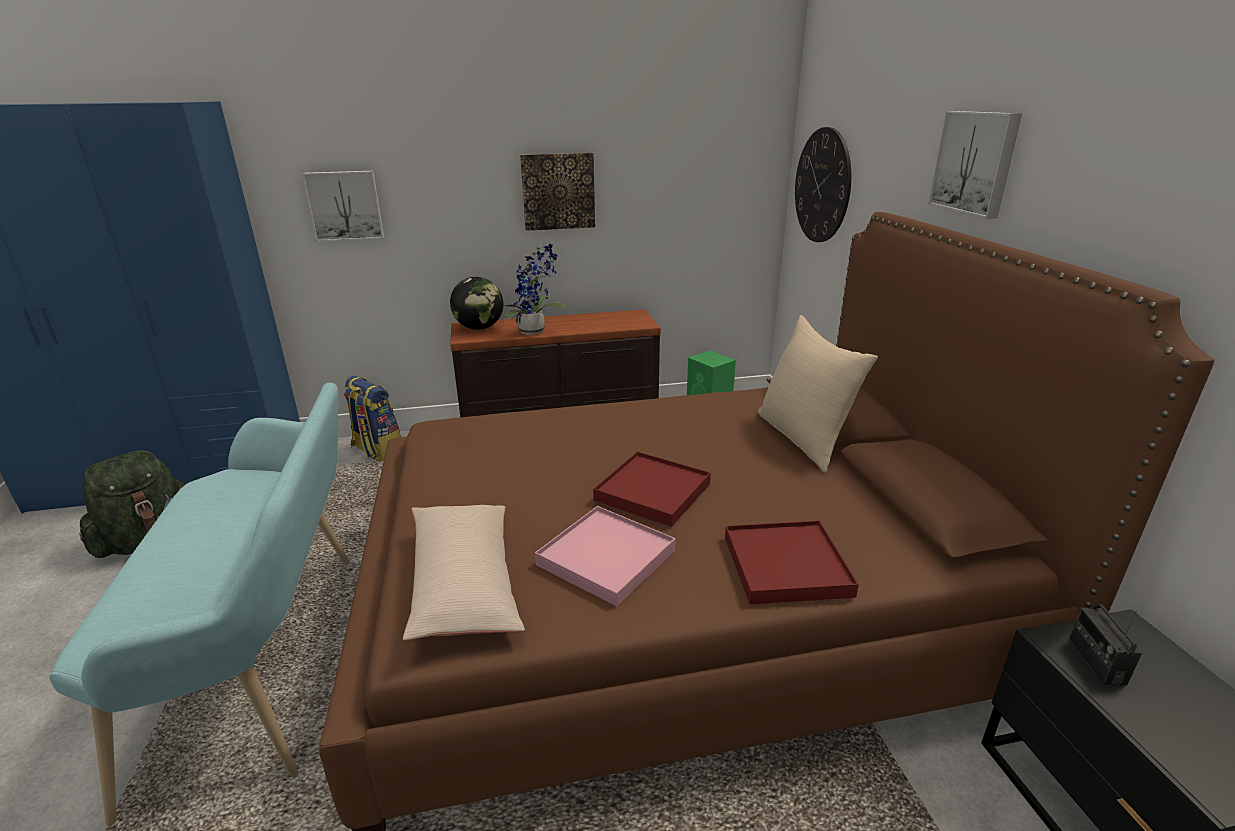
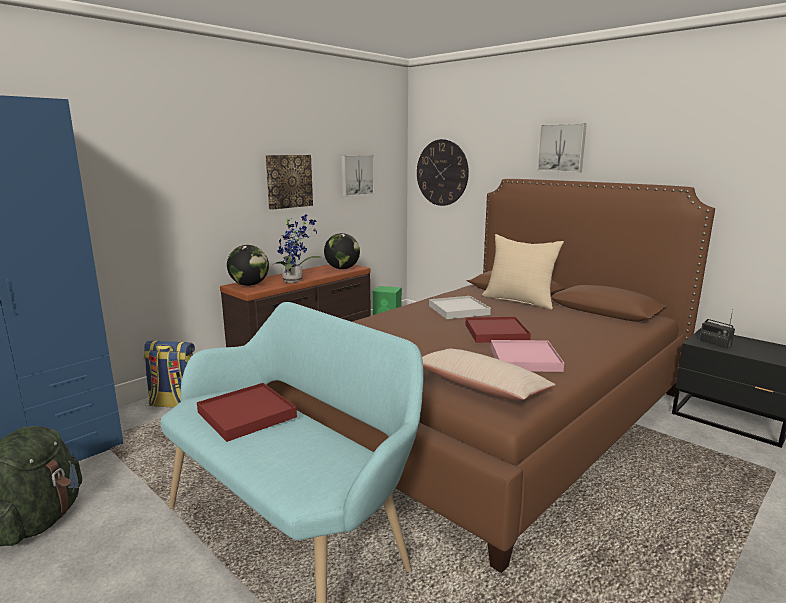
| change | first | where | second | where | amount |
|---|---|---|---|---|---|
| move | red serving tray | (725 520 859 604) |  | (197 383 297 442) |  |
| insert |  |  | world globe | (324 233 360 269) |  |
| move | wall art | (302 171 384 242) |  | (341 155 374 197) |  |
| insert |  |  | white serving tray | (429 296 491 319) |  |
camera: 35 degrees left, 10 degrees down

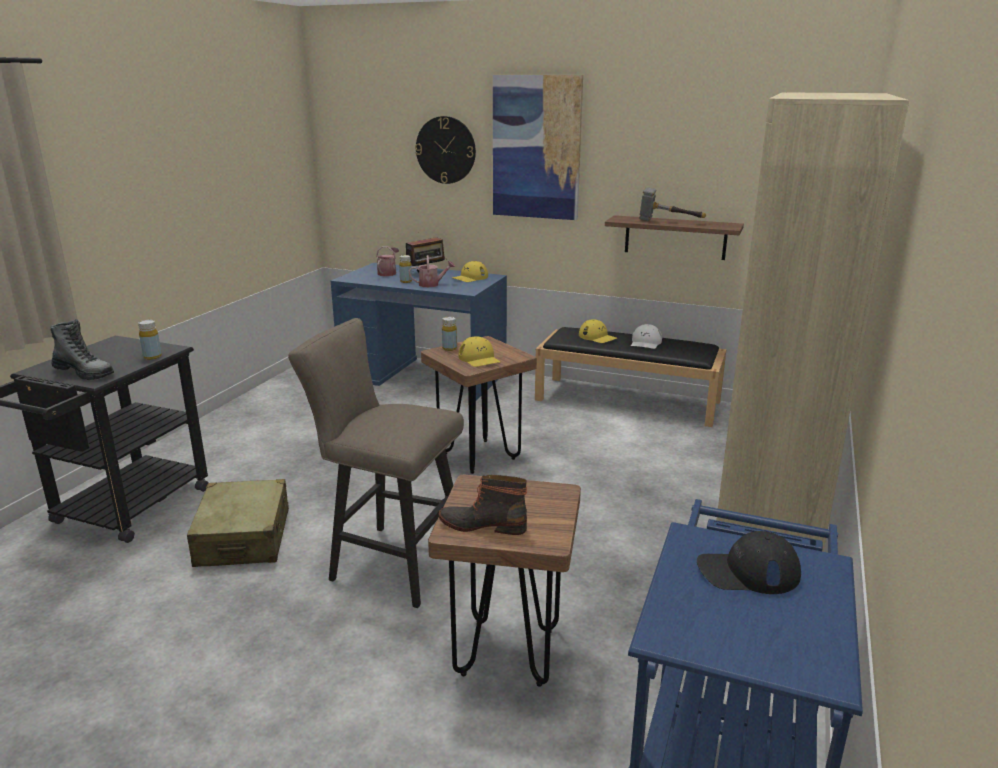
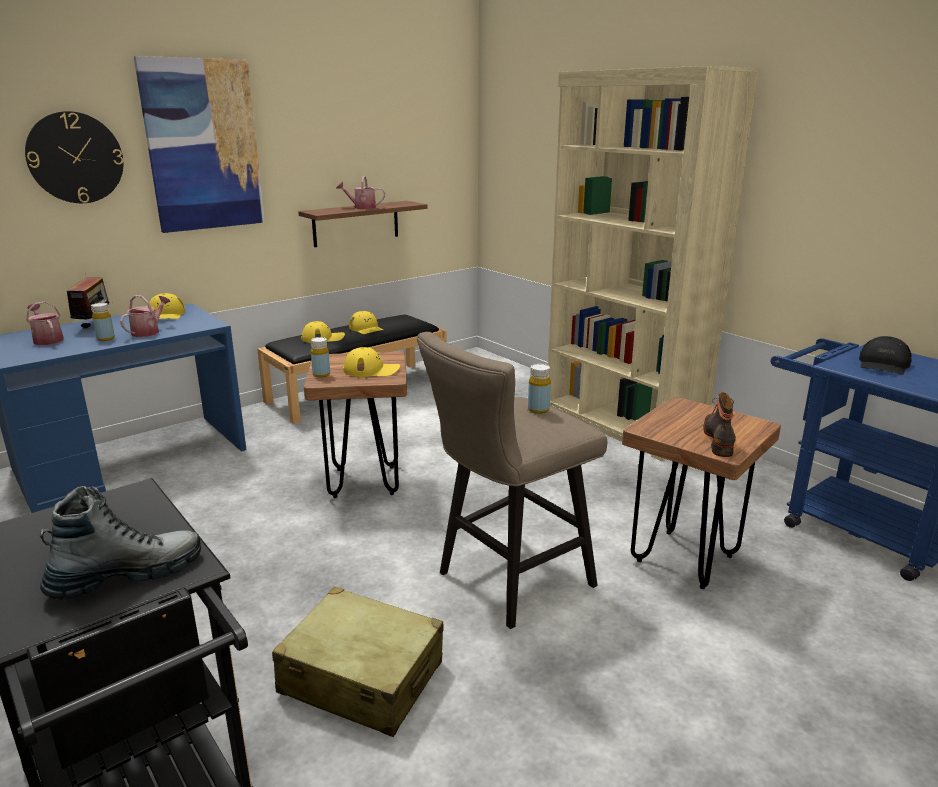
| change | first | where | second | where | amount |
|---|---|---|---|---|---|
| replace | hand hammer | (639 187 706 221) | sprinkling can | (336 176 385 209) |  |
| recolor | white cap | (631 324 662 349) | yellow-coloured cap | (349 311 384 334) |  |
| move | yellow-coloured beverage bottle | (138 320 162 360) |  | (528 364 551 414) |  |
| rotate | boot | (439 475 527 535) |  | (703 393 736 457) | 150 degrees clockwise |
camera: 60 degrees left, 0 degrees up

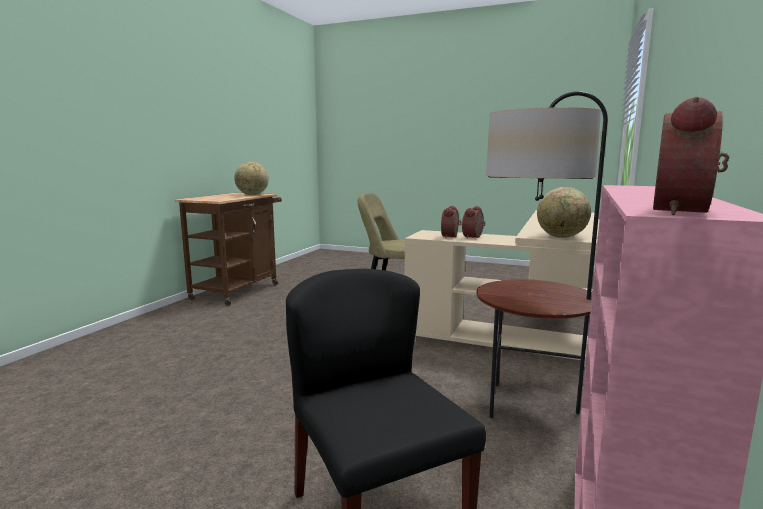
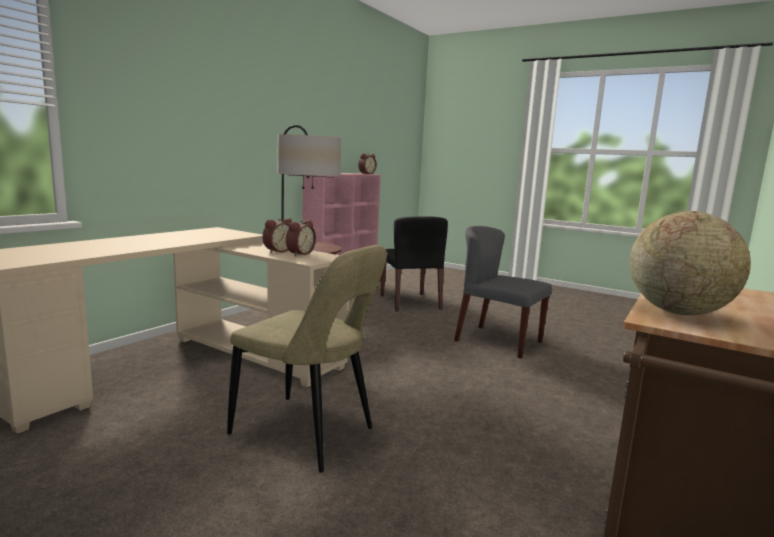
| change | first | where | second | where | amount |
|---|---|---|---|---|---|
| insert |  |  | greyish plain chair | (454 226 552 359) |  |
| delete | world globe | (537 187 591 238) |  |  |  |
camera: 170 degrees left, 0 degrees up

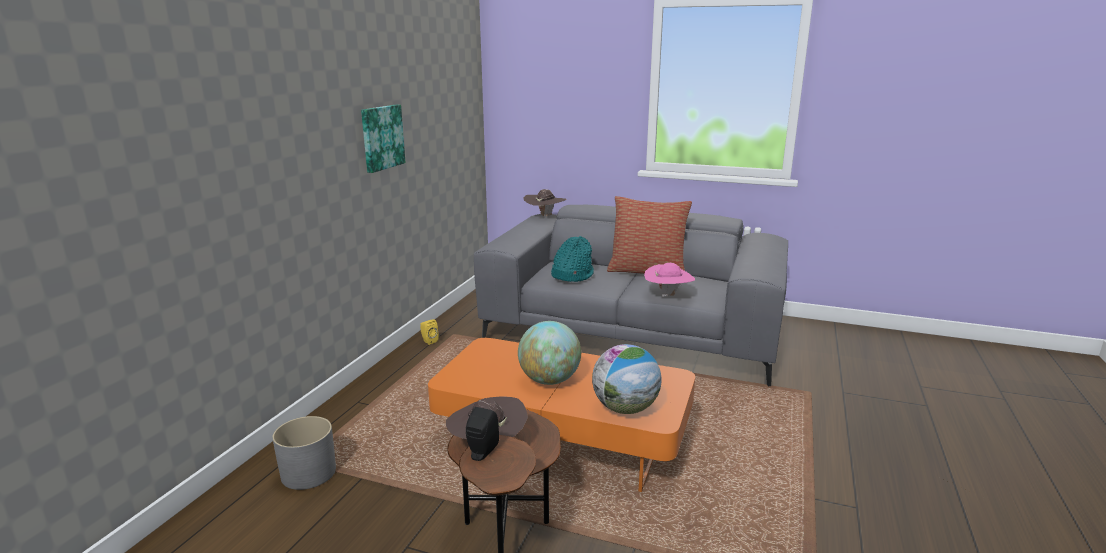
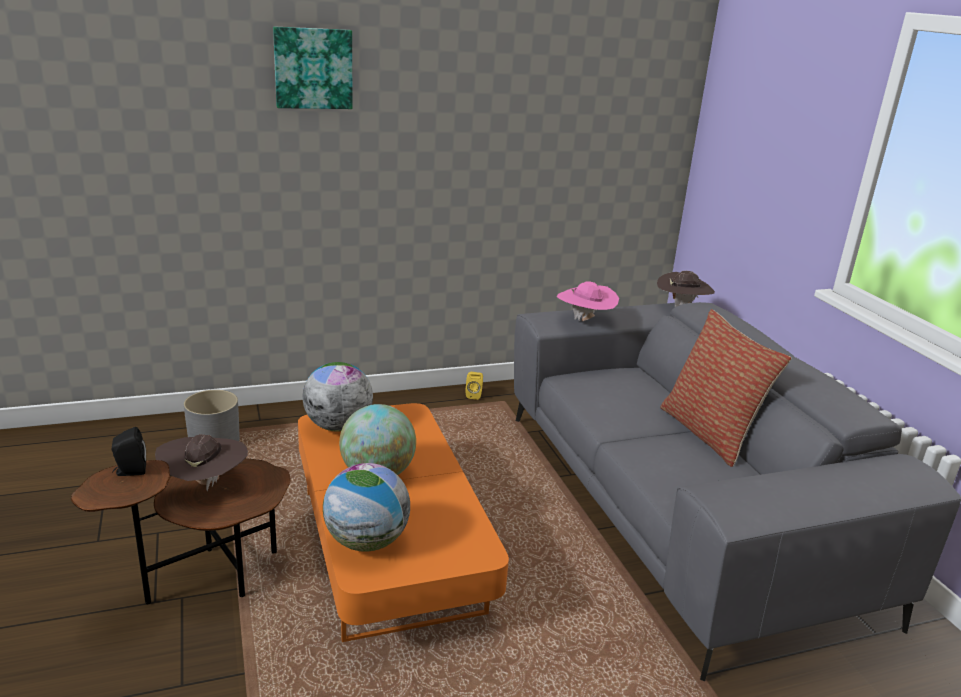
| change | first | where | second | where | amount |
|---|---|---|---|---|---|
| move | wall art | (361 105 406 173) |  | (273 27 352 109) |  |
| insert |  |  | world globe | (302 362 373 431) |  |
| move | pink-coloured hat | (644 263 695 298) |  | (556 281 619 321) |  |
| delete | turquoise-coloured hat | (551 236 594 282) |  |  |  |
camera: 50 degrees right, 5 degrees up

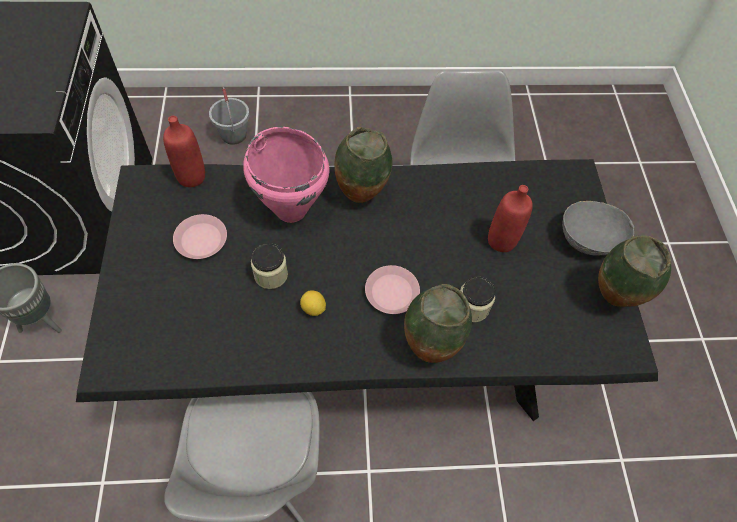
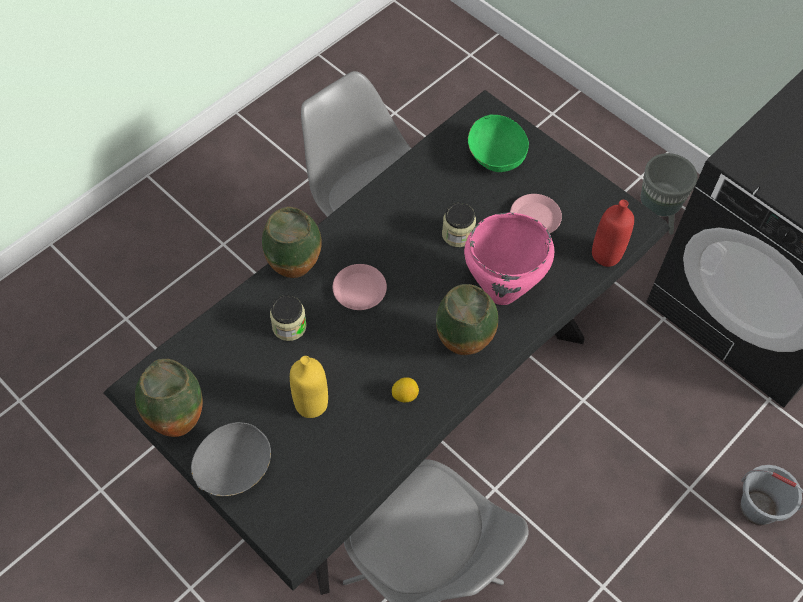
| change | first | where | second | where | amount |
|---|---|---|---|---|---|
| recolor | red beverage bottle | (488 185 533 252) | yellow-coloured beverage bottle | (290 356 328 418) |  |
| move | whole lemon | (300 290 326 316) |  | (392 377 419 402) |  |
| insert |  |  | greenish deep dish | (468 114 529 172) |  |
camera: 140 degrees right, 0 degrees up

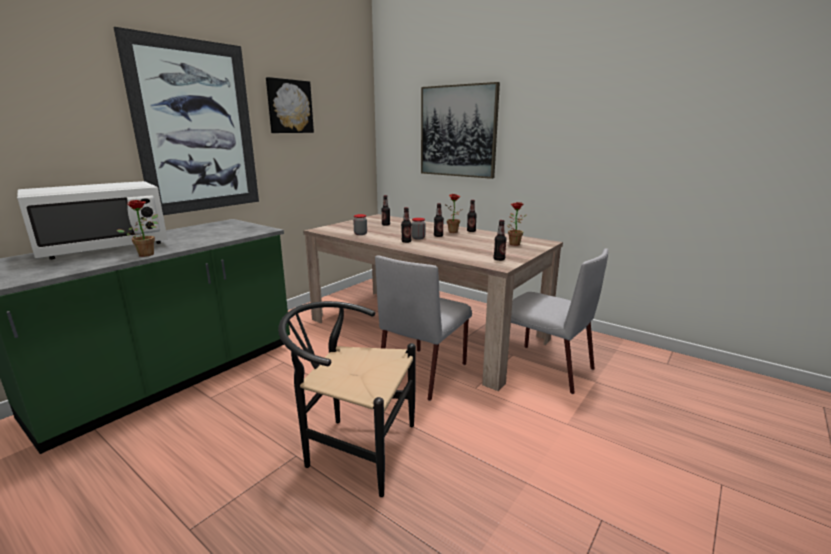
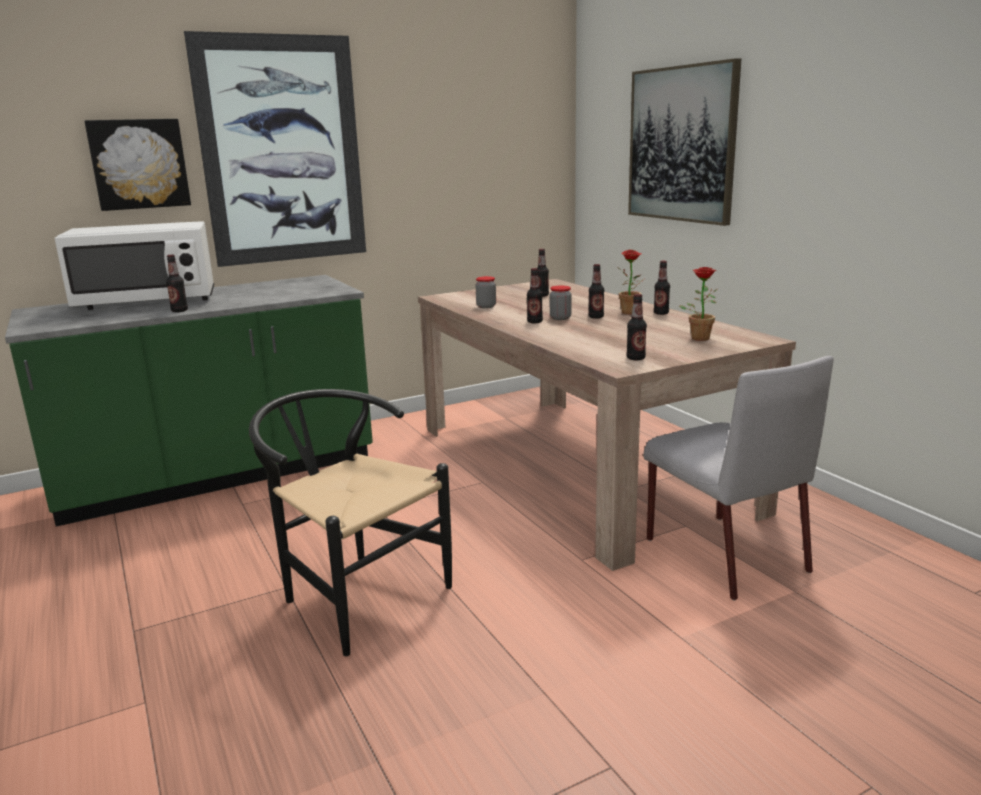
| change | first | where | second | where | amount |
|---|---|---|---|---|---|
| move | wall art | (266 77 314 133) |  | (84 119 191 211) |  |
| replace | plant in a pot | (116 200 158 257) | beverage bottle | (166 255 188 312) |  |
| delete | greyish plain chair | (375 255 472 401) |  |  |  |
camera: 25 degrees right, 0 degrees up

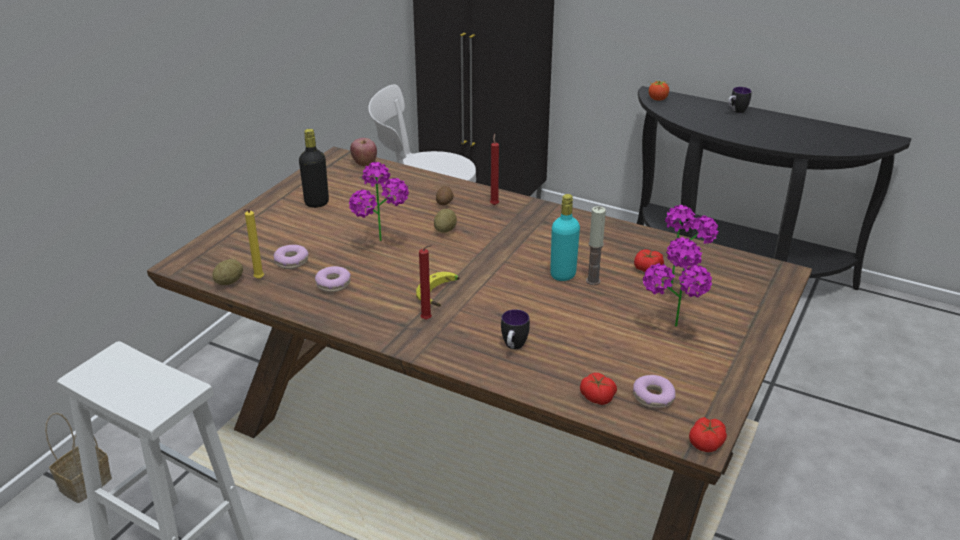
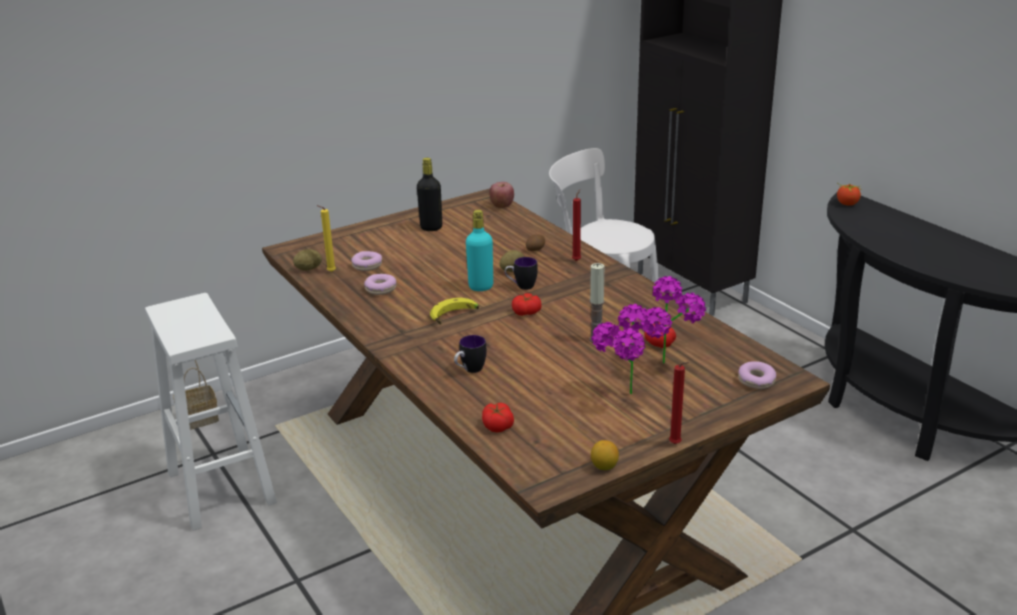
| change | first | where | second | where | amount |
|---|---|---|---|---|---|
| move | turquoise-coloured beverage bottle | (550 194 580 281) |  | (466 210 493 291) |  |
| move | coffee mug | (728 87 752 113) |  | (505 257 538 290) |  |
| move | fresh tomato | (689 417 727 452) |  | (512 293 541 316) |  |
| insert |  |  | whole lemon | (591 440 619 470) |  |
| move | red wax light | (419 245 433 320) |  | (669 362 689 444) |  |
| move | ring doughnut | (633 375 676 408) |  | (738 361 776 389) |  |
| delete | plant in a pot | (349 162 409 241) |  |  |  |
camera: 30 degrees right, 5 degrees down

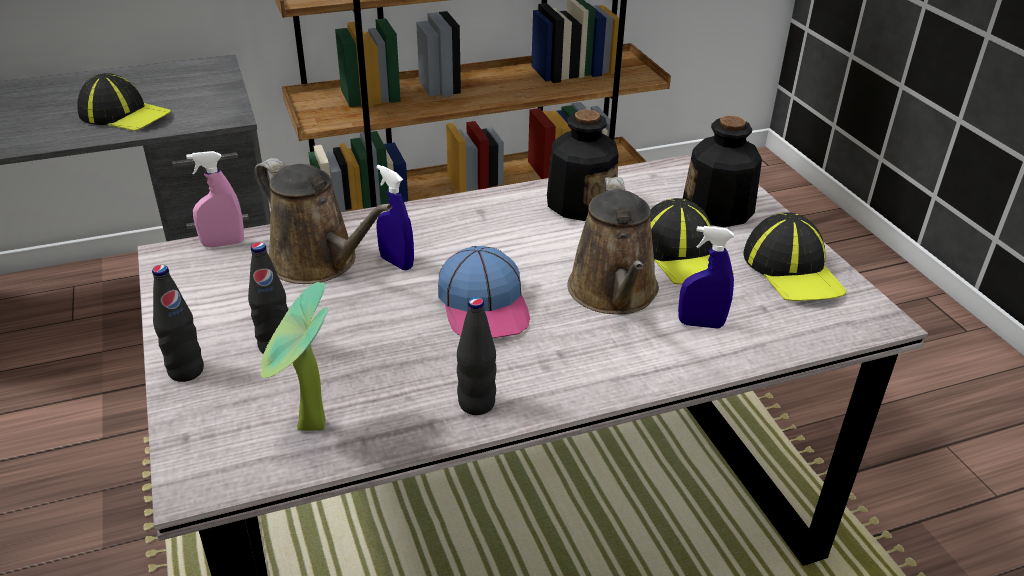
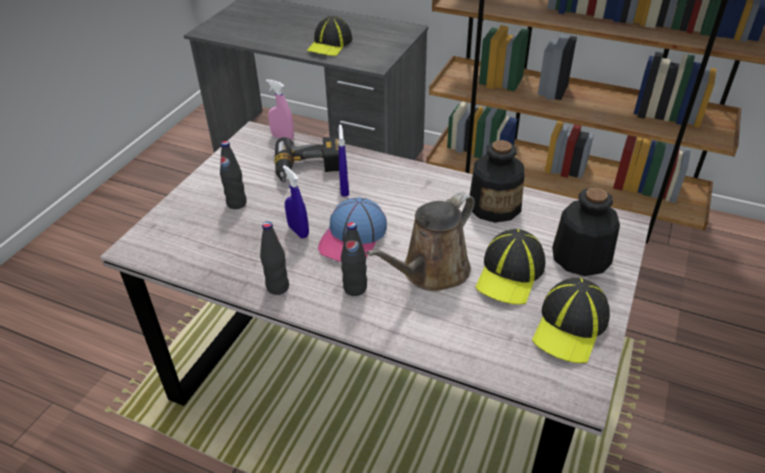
| change | first | where | second | where | amount |
|---|---|---|---|---|---|
| replace | brown sprinkling can | (255 158 392 284) | drill | (274 137 339 183) |  |
| move | bluish hand sprayer | (678 226 734 329) |  | (283 165 309 239) |  |
| rotate | cap | (77 73 171 131) |  | (307 16 352 56) | 45 degrees clockwise |
| move | black beverage bottle | (152 265 204 382) |  | (341 222 367 296) |  |
| delete | plant in a pot | (261 282 329 431) |  |  |  |
camera: 45 degrees right, 5 degrees up

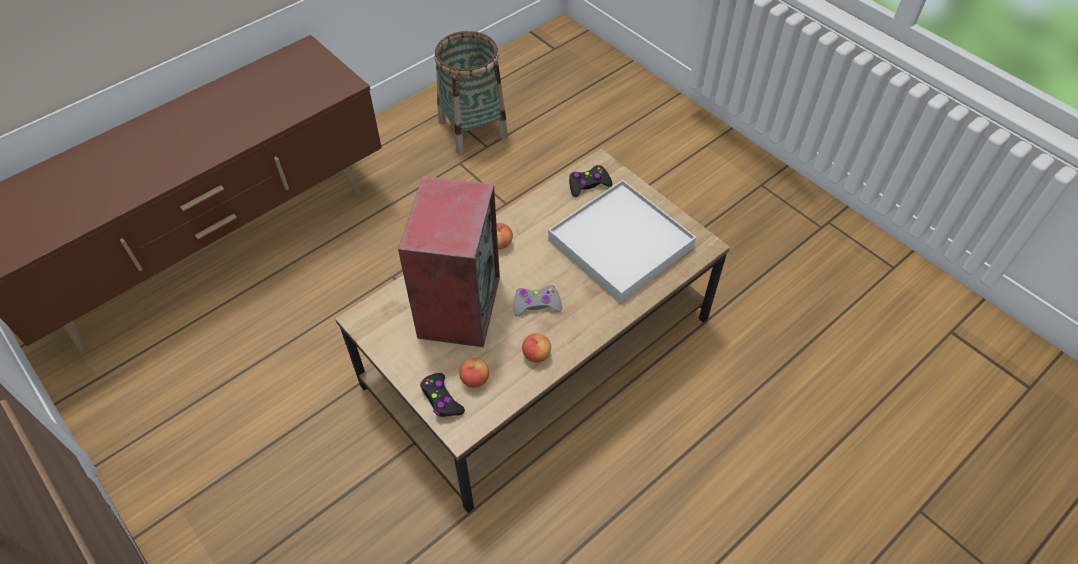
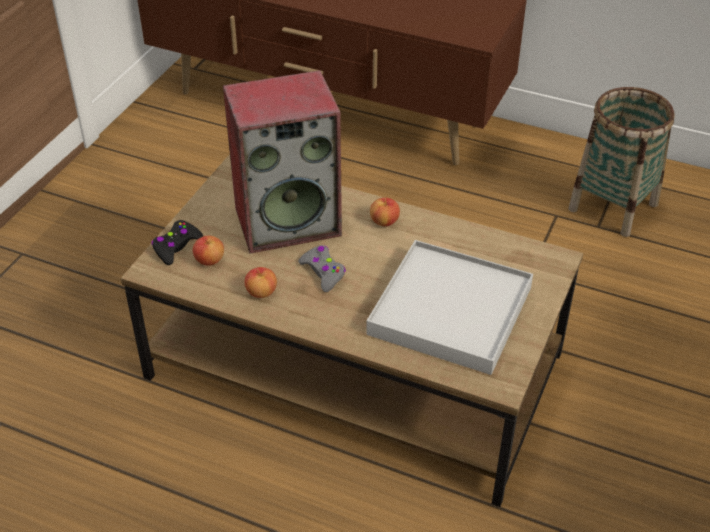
| change | first | where | second | where | amount |
|---|---|---|---|---|---|
| delete | black gamepad | (569 165 612 197) |  |  |  |
camera: 65 degrees right, 10 degrees down

